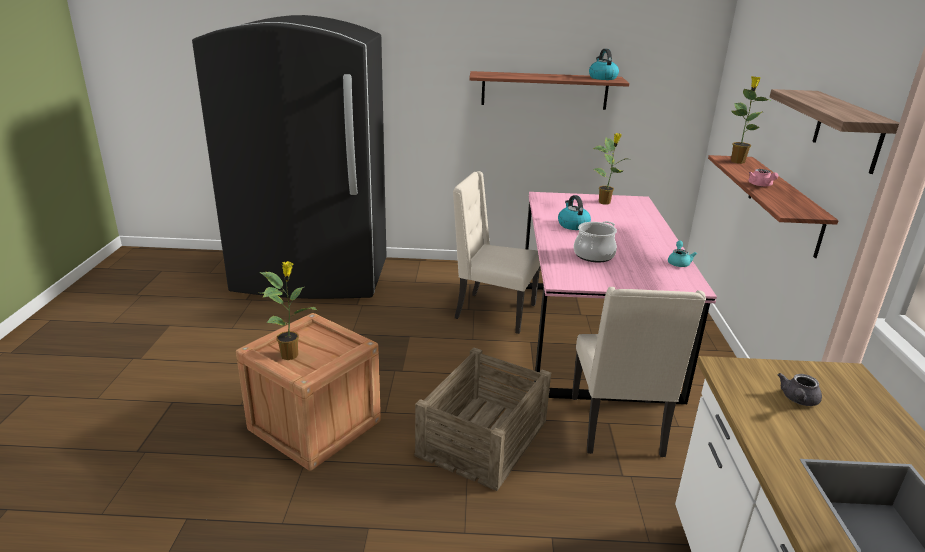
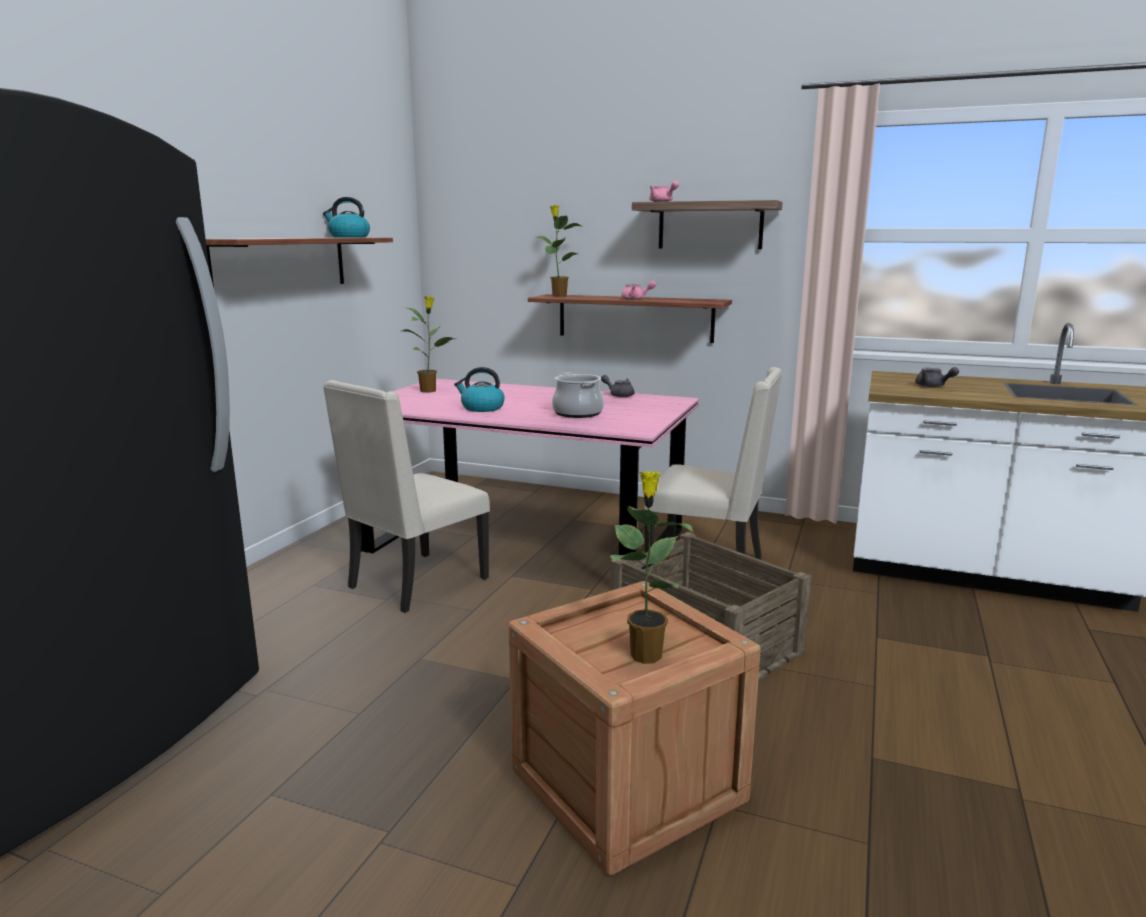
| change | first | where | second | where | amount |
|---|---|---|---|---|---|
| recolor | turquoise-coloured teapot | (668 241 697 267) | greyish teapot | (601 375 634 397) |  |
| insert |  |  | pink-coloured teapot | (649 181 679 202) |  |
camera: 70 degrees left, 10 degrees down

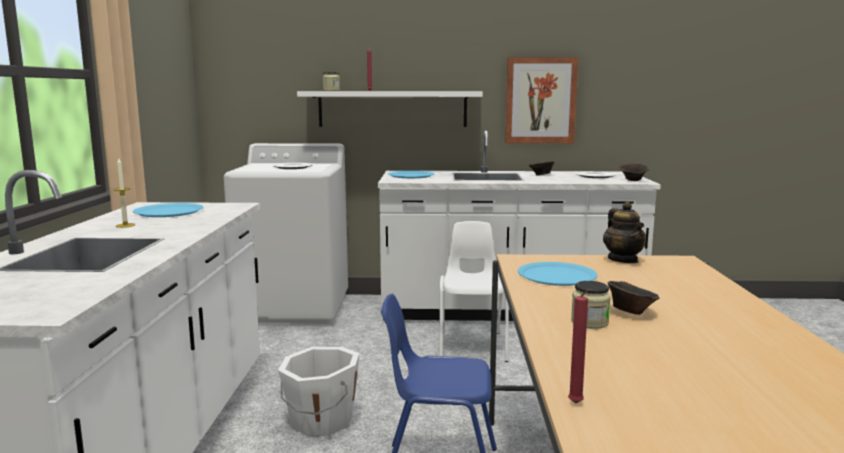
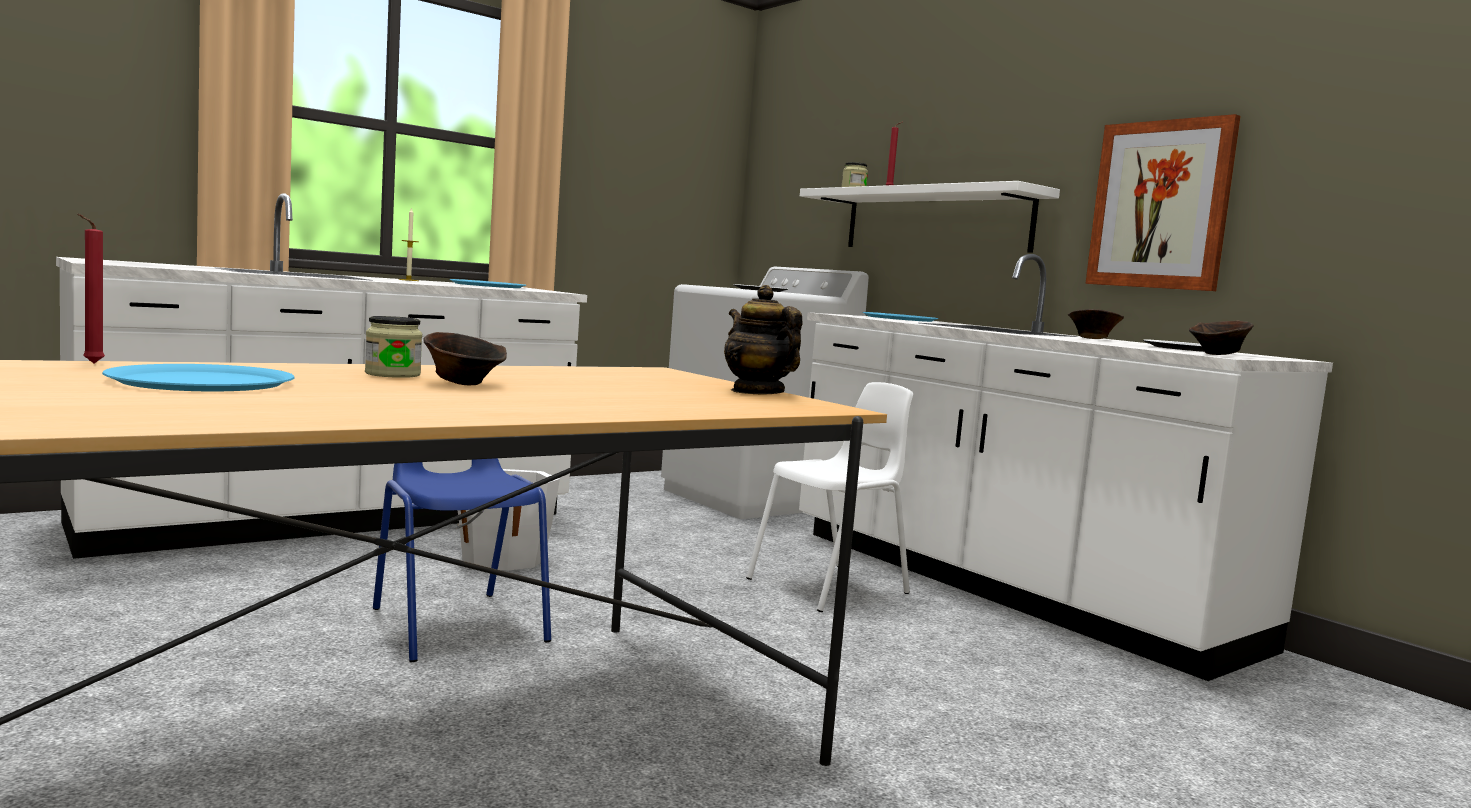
| change | first | where | second | where | amount |
|---|---|---|---|---|---|
| move | bluish plate | (518 262 598 286) |  | (102 364 295 391) |  |
| rotate | teapot | (603 202 647 263) |  | (724 285 803 394) | 105 degrees clockwise |
camera: 50 degrees right, 5 degrees down

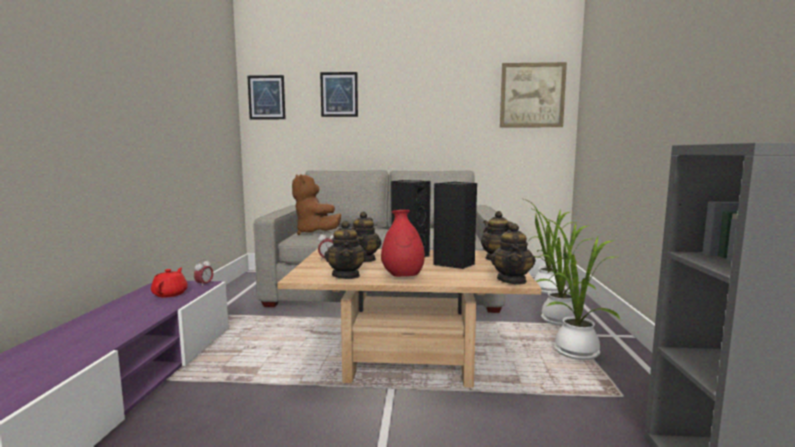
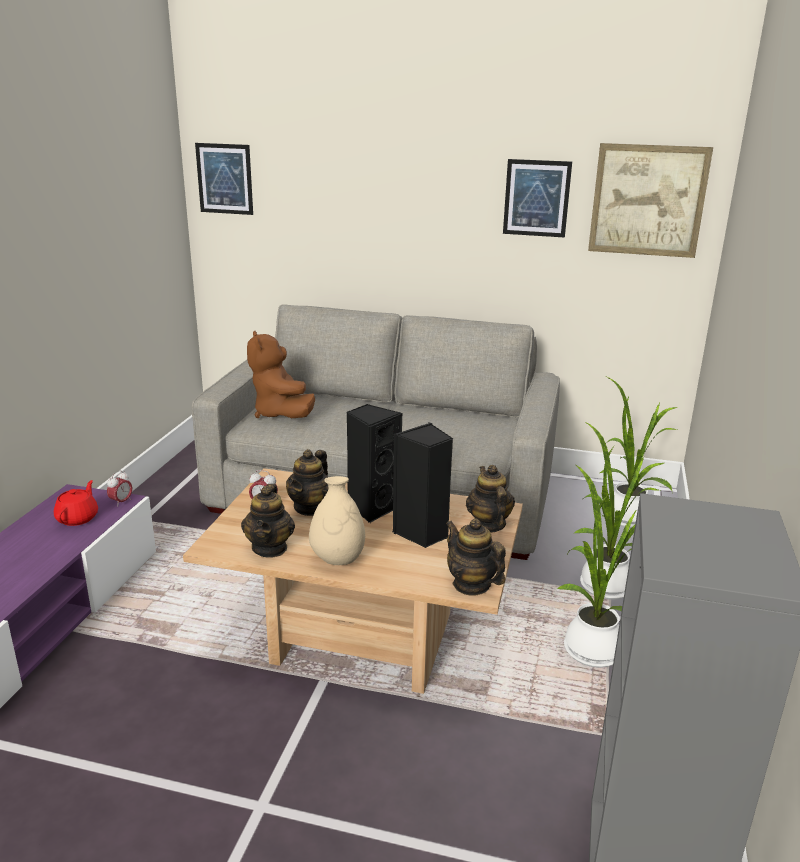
| change | first | where | second | where | amount |
|---|---|---|---|---|---|
| recolor | red decorative vase | (381 210 425 277) | beige-coloured decorative vase | (309 476 365 565) |  |
| rotate | teapot | (490 223 536 284) |  | (446 519 506 596) | 120 degrees clockwise |
| move | wall art | (320 72 358 117) |  | (503 159 572 238) |  |
camera: 10 degrees right, 15 degrees up

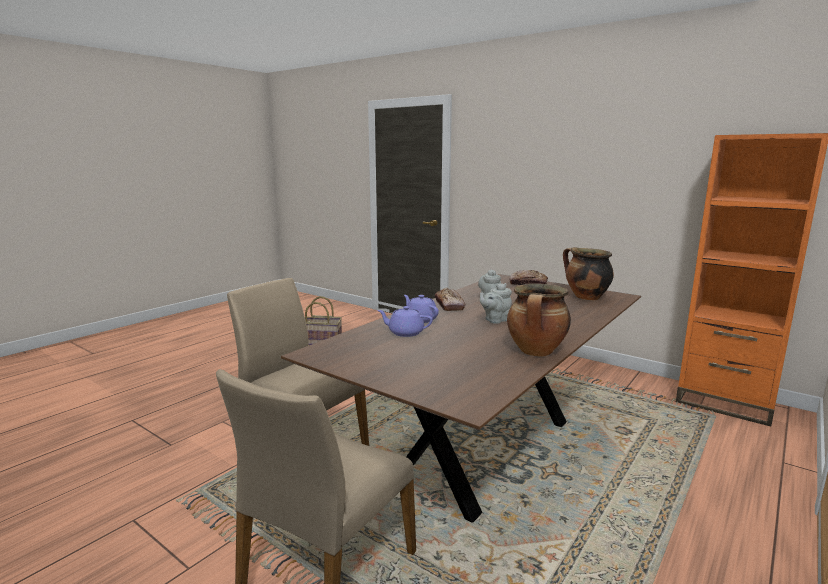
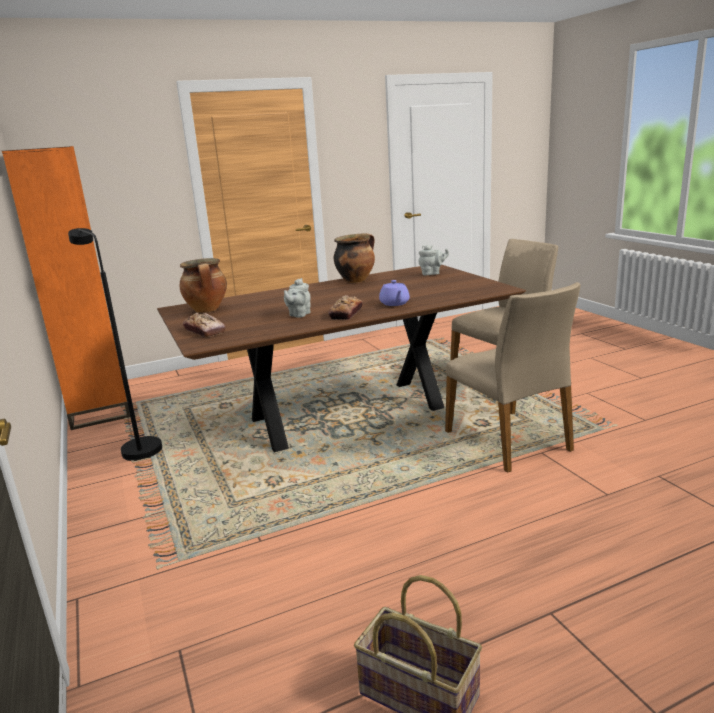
| change | first | where | second | where | amount |
|---|---|---|---|---|---|
| insert |  |  | black standing lamp | (68 228 162 461) |  |
| move | greyish teapot | (480 283 512 324) |  | (418 245 449 275) |  |
| delete | purplish teapot | (377 306 433 337) |  |  |  |
camera: 150 degrees left, 5 degrees up

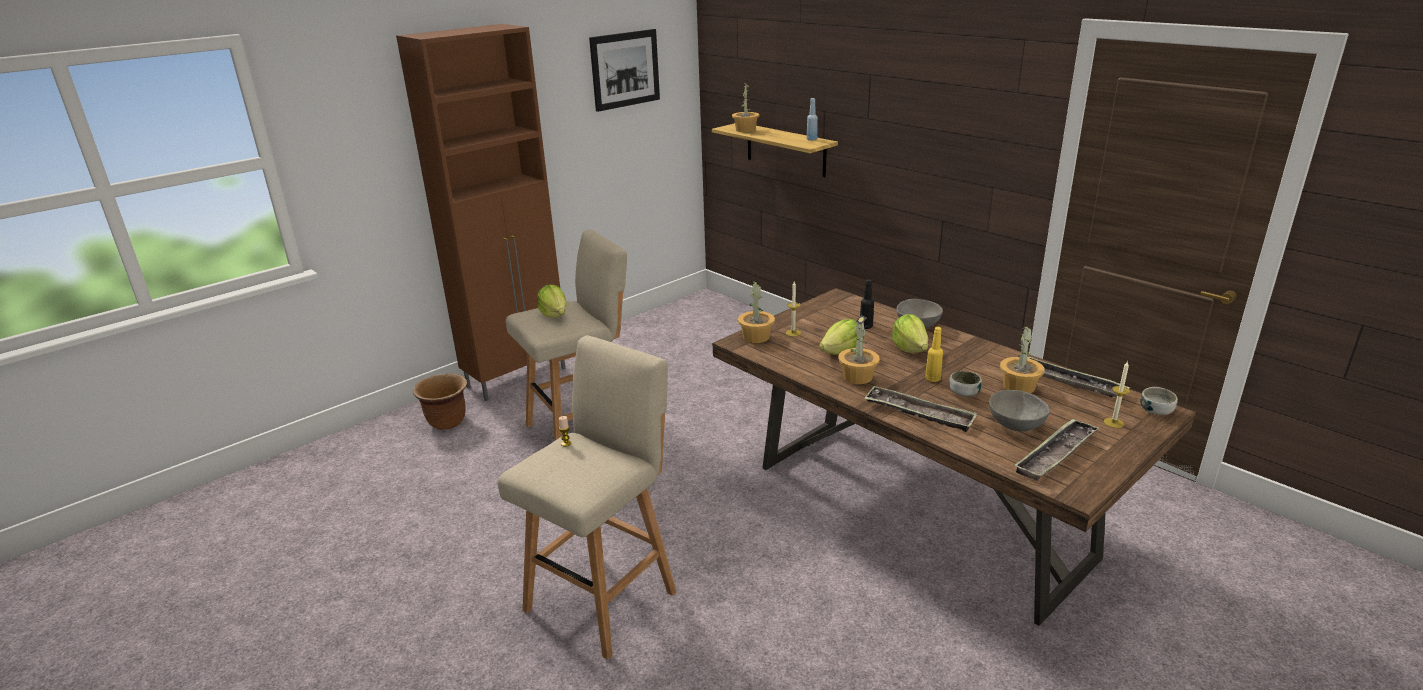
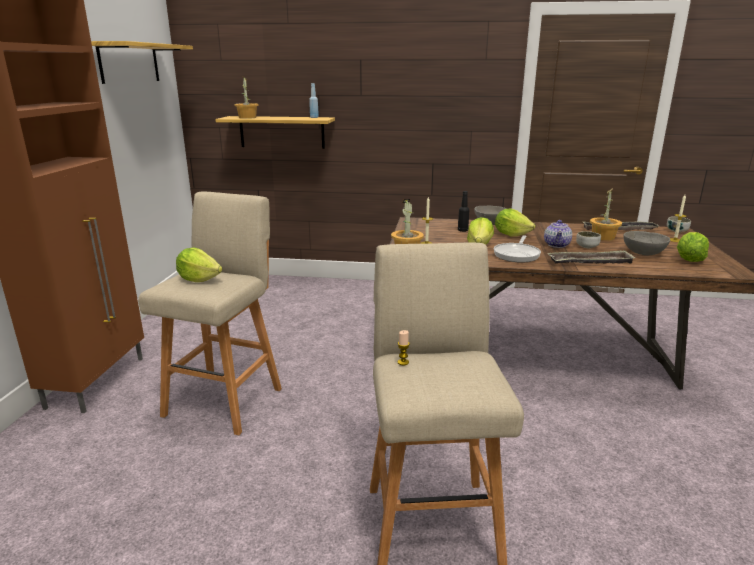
| change | first | where | second | where | amount |
|---|---|---|---|---|---|
| replace | wall art | (589 29 660 112) | bracket shelf | (91 41 193 84) |  |
| replace | plant in a pot | (838 315 880 384) | pan | (494 235 541 263) |  |
| replace | yellow-coloured beverage bottle | (925 327 943 382) | teapot | (544 220 572 248) |  |
| replace | serving tray | (1014 418 1099 481) | head of lettuce | (677 232 709 262) |  |
| delete | brown plant pot | (413 374 467 430) |  |  |  |
camera: 40 degrees left, 5 degrees down

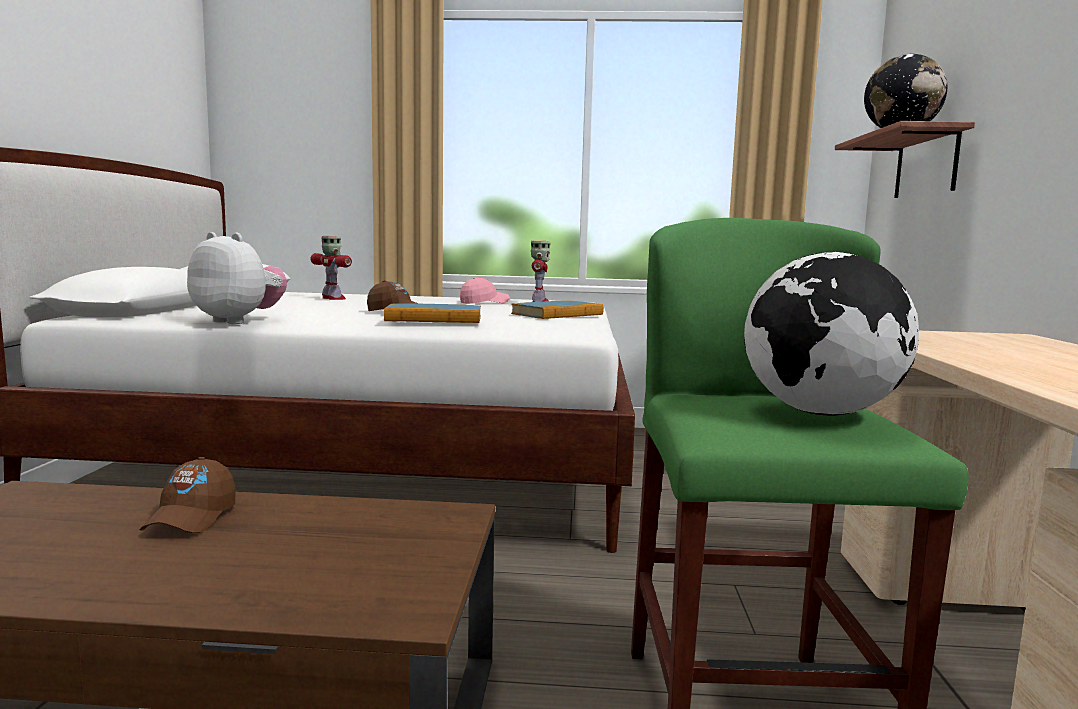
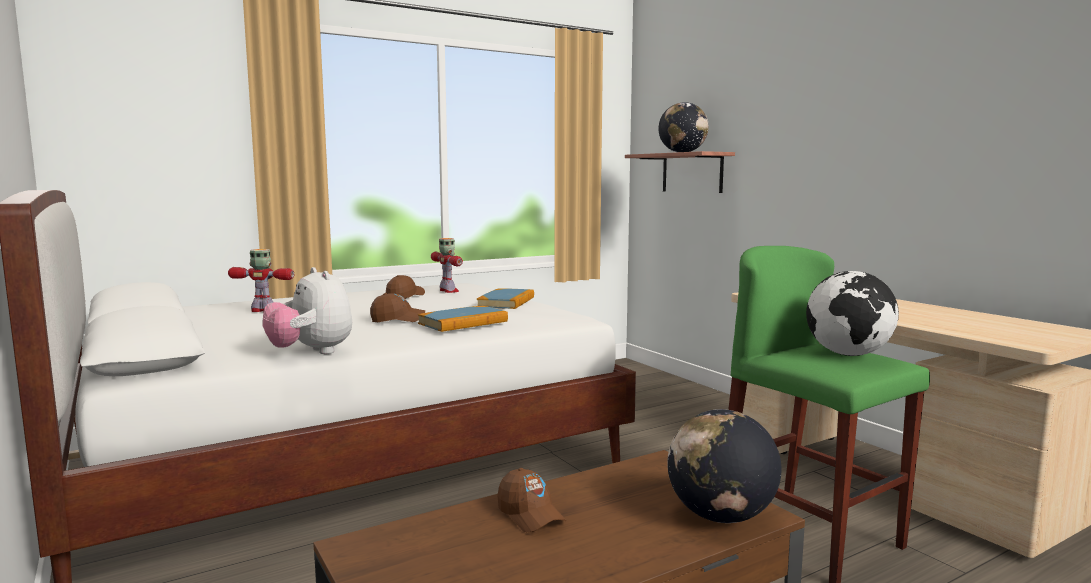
| change | first | where | second | where | amount |
|---|---|---|---|---|---|
| rotate | plush toy | (187 232 287 324) |  | (263 267 352 354) | 120 degrees counterclockwise |
| recolor | pink-coloured cap | (460 277 510 304) | brown cap | (386 275 425 299) |  |
| insert |  |  | world globe | (667 409 782 523) |  |
camera: 35 degrees left, 0 degrees up

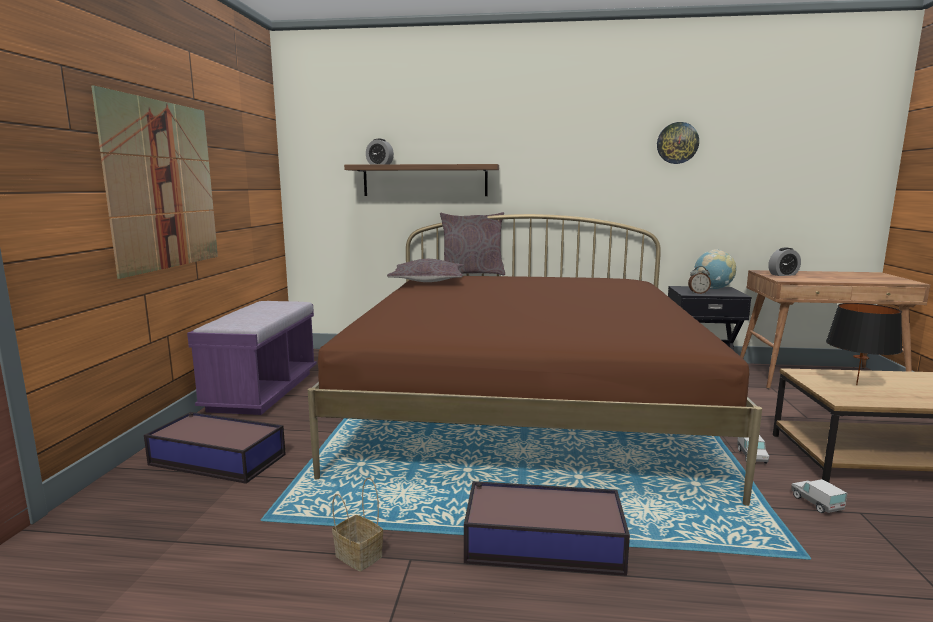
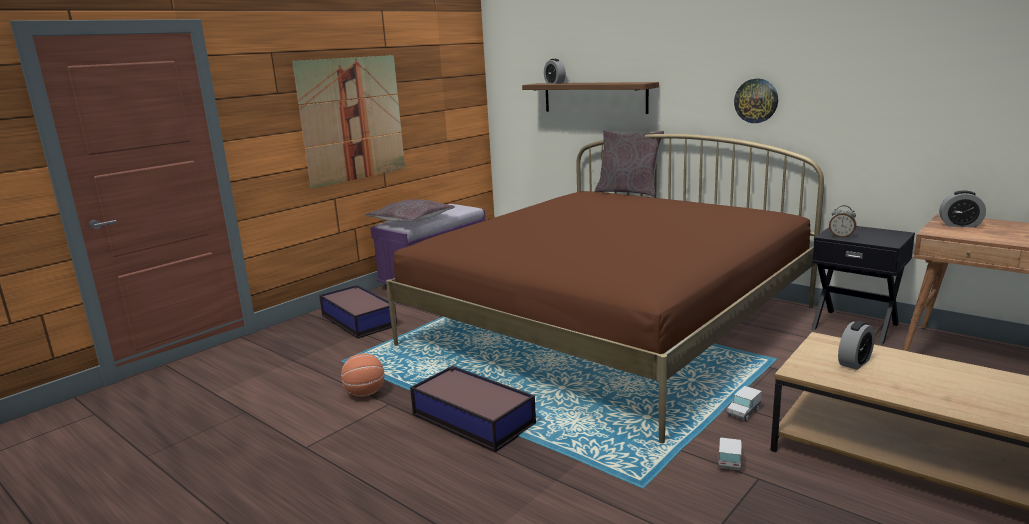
| change | first | where | second | where | amount |
|---|---|---|---|---|---|
| replace | storage basket | (332 477 383 571) | basketball ball | (341 353 384 397) |  |
| move | greyish pillow | (387 259 464 282) |  | (365 199 455 222) |  |
| move | clock on the wall | (657 122 699 164) |  | (734 79 778 123) |  |
| replace | black tabletop lamp | (826 303 902 385) | alarm clock | (838 321 875 370) |  |
| delete | world globe | (694 250 736 289) |  |  |  |
camera: 35 degrees right, 5 degrees up

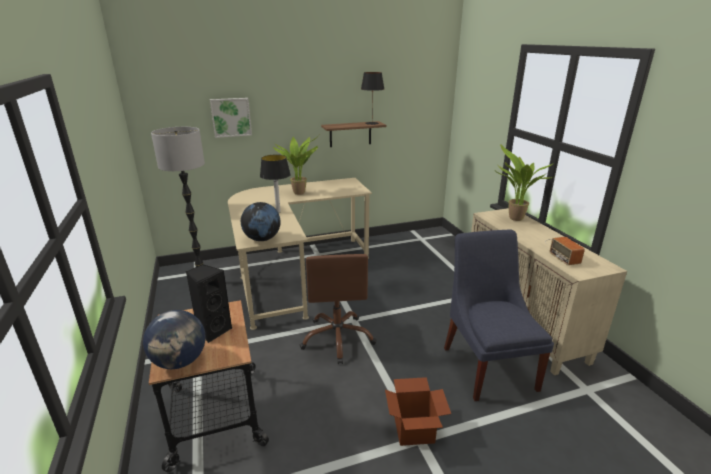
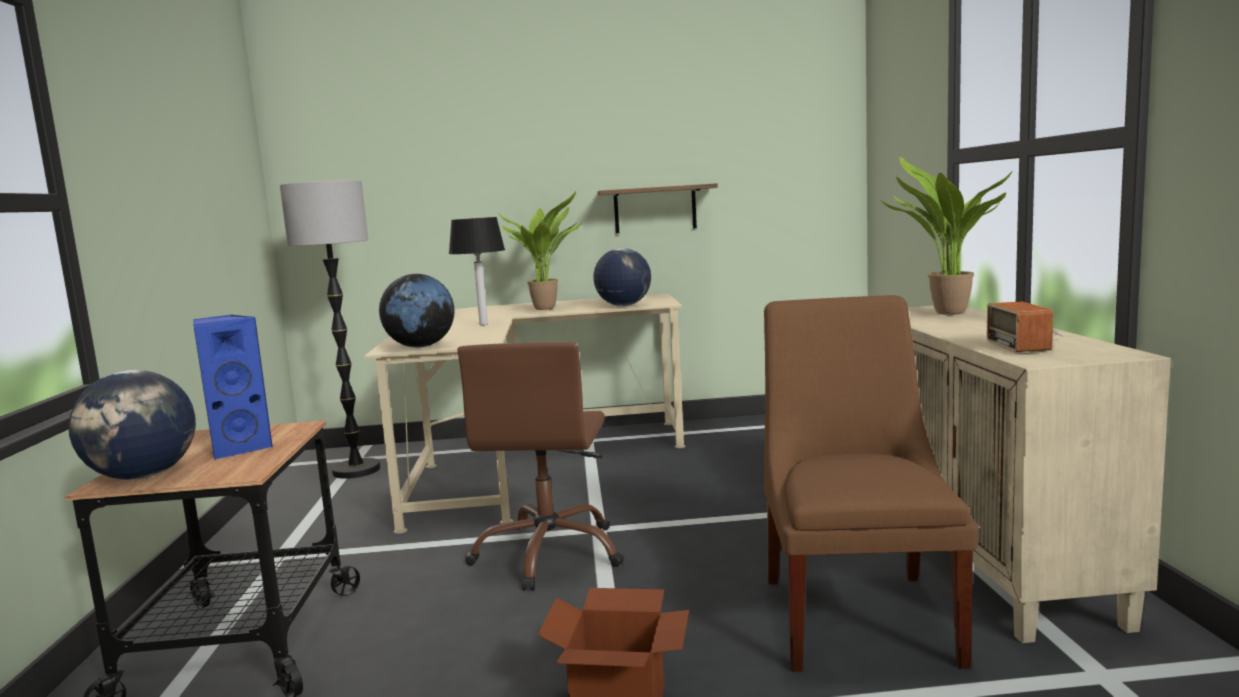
| change | first | where | second | where | amount |
|---|---|---|---|---|---|
| recolor | black loudspeaker | (186 264 232 343) | bluish loudspeaker | (193 314 273 459) |  |
| insert |  |  | world globe | (593 248 651 306) |  |
| recolor | bluish plain chair | (444 229 554 401) | brown plain chair | (764 295 978 672) |  |
| delete | wall art | (210 98 252 138) |  |  |  |
| delete | black tabletop lamp | (361 72 384 125) |  |  |  |
camera: 15 degrees right, 15 degrees down

